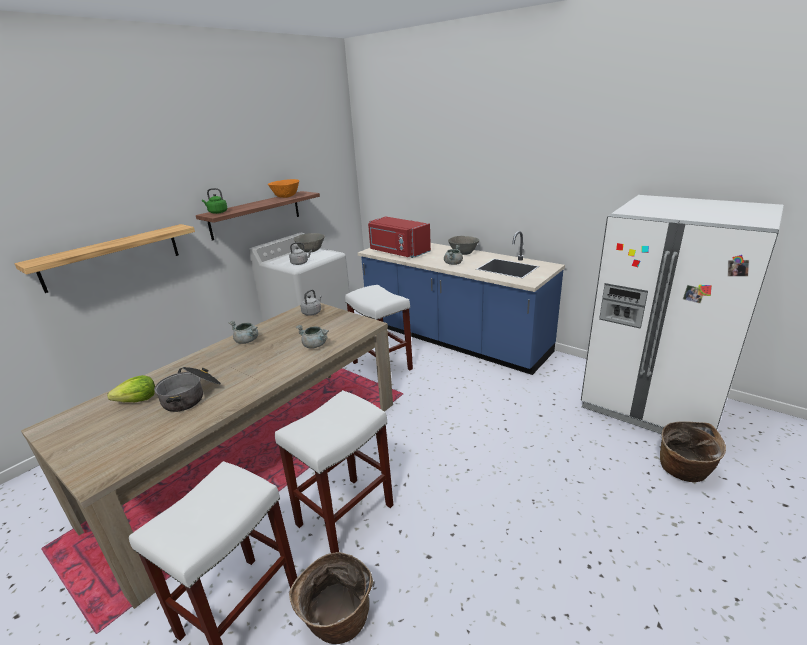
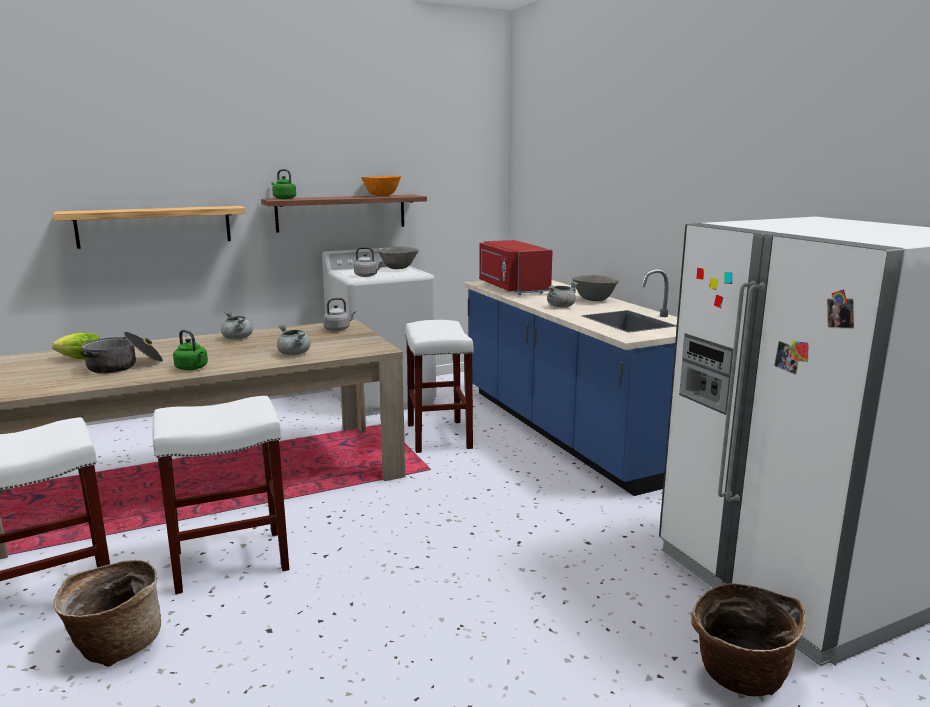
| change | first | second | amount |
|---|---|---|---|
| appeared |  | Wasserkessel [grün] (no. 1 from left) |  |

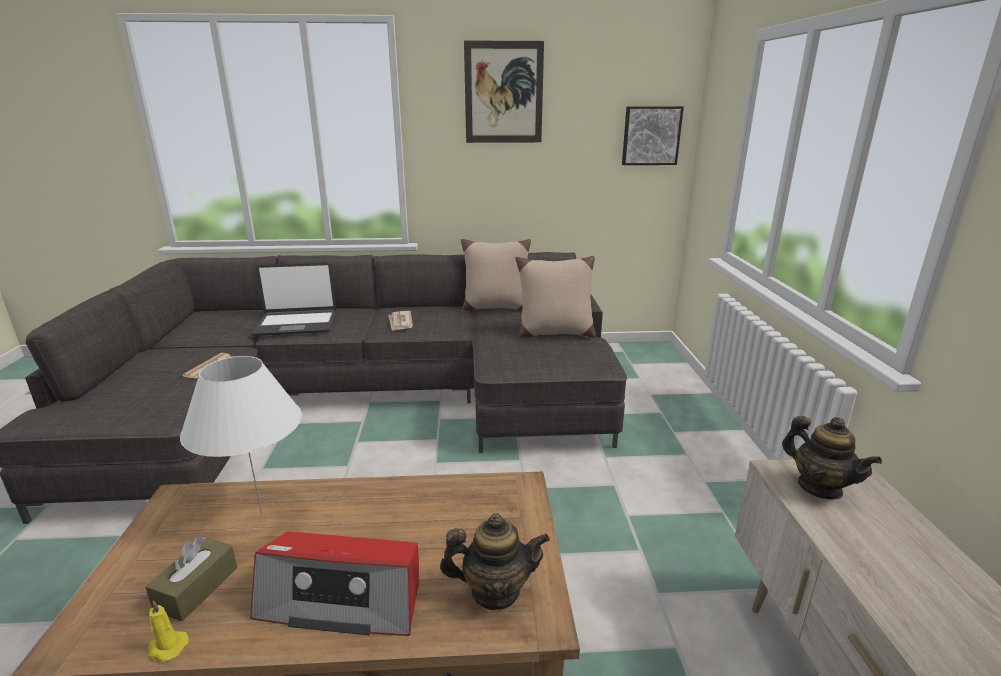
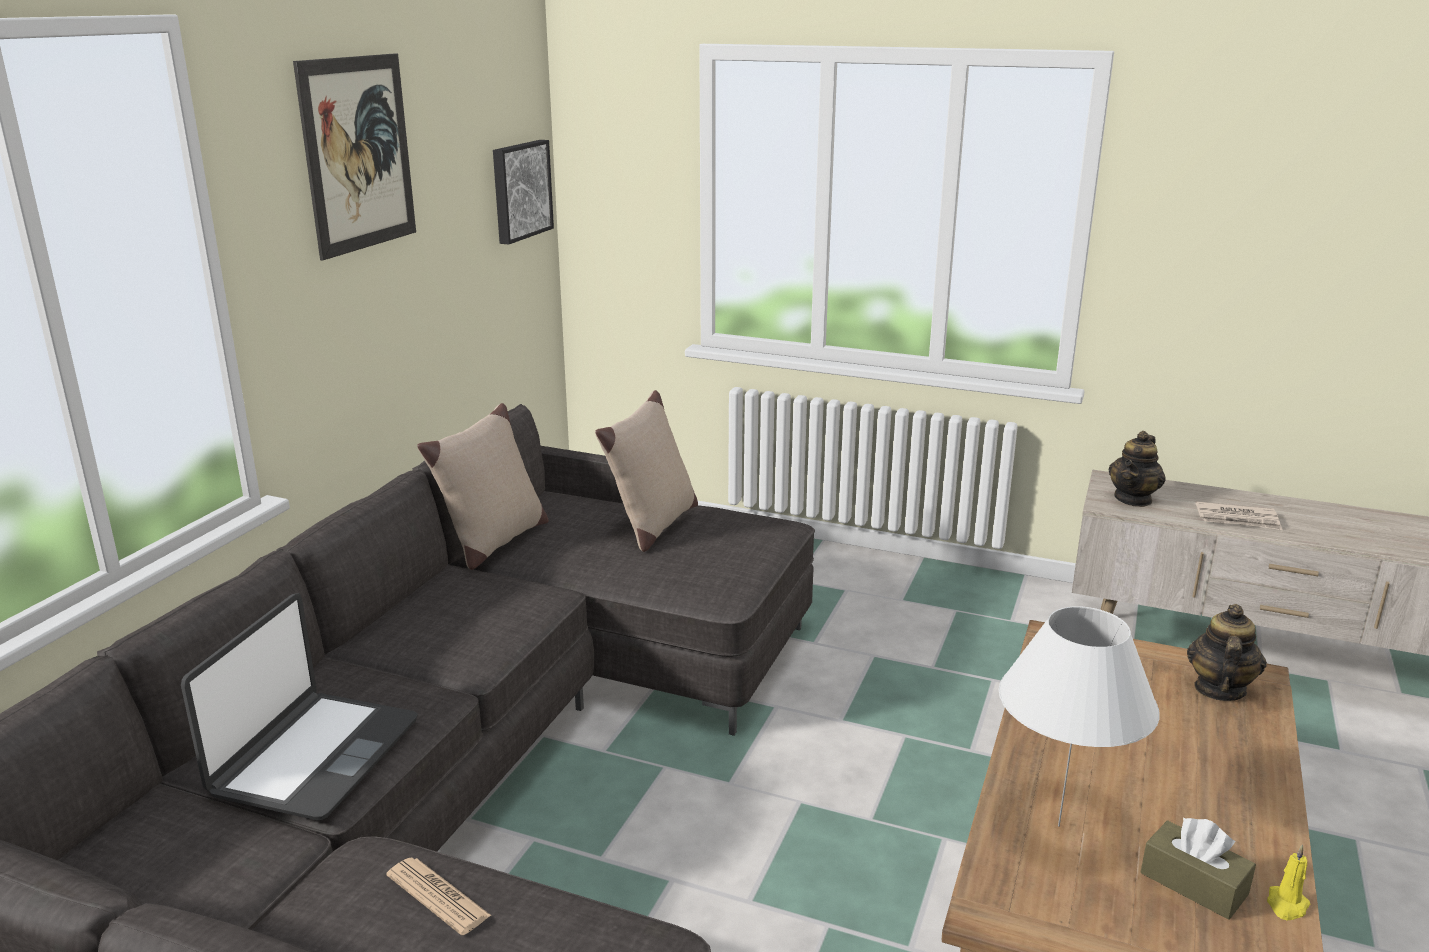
| change | first | second | amount |
|---|---|---|---|
| missing | Radio |  |  |
| relocated | Zeitung (no. 2 from left) |  |  |
| spun | Teekanne (no. 2 from left in the first image) | Teekanne (no. 1 from left) | 135 degrees clockwise |

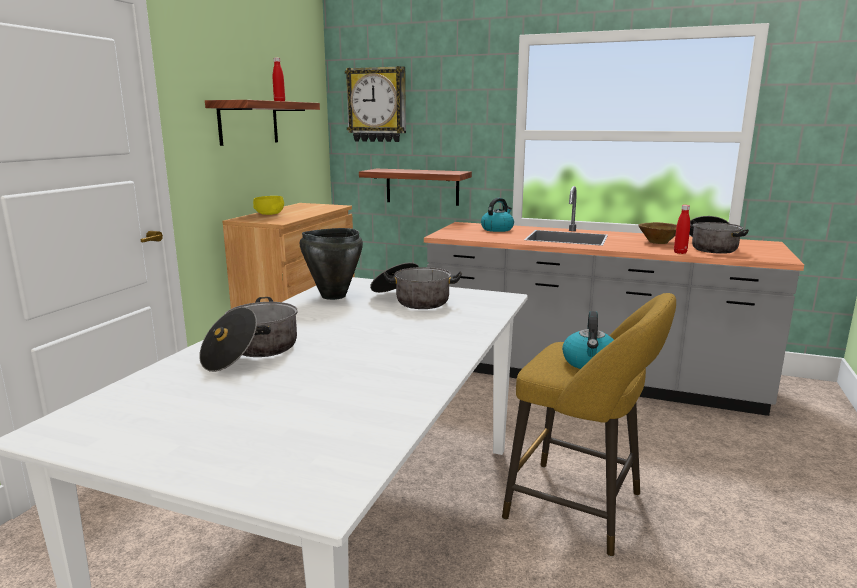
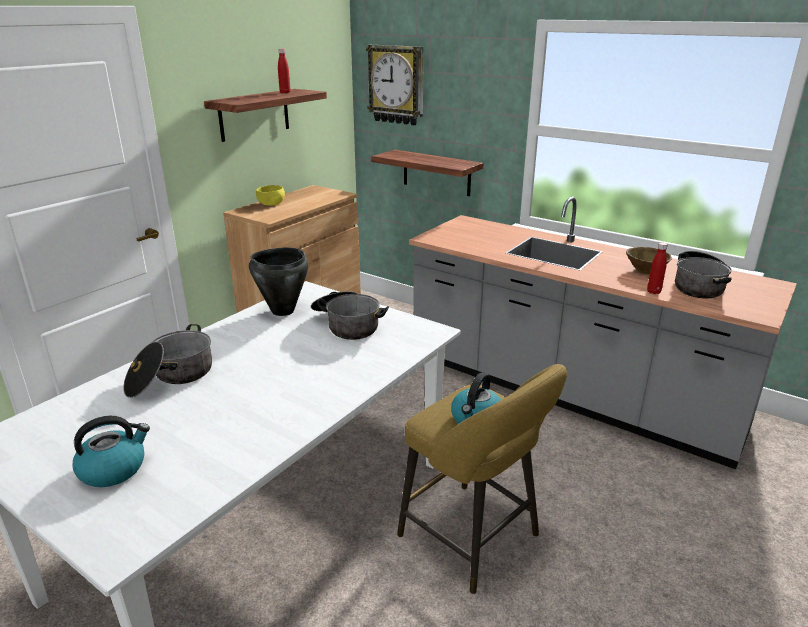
| change | first | second | amount |
|---|---|---|---|
| relocated | Wasserkessel (no. 1 from left) |  |  |

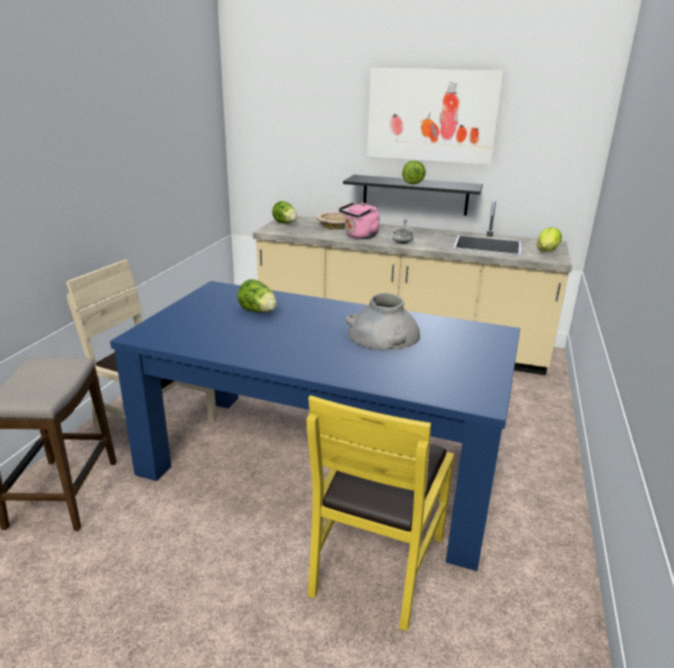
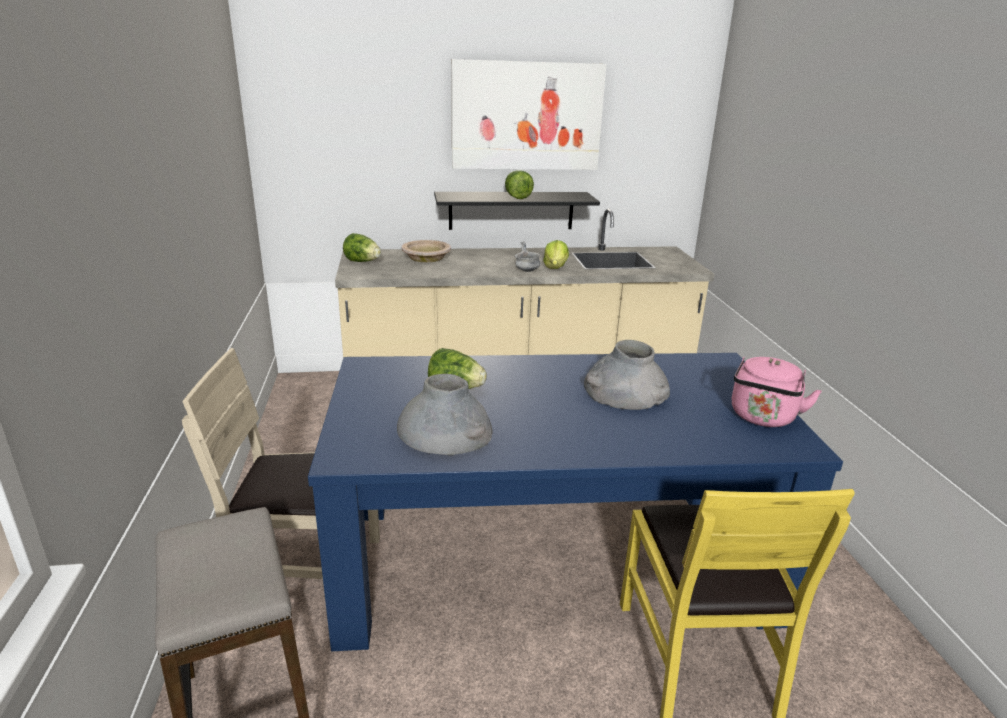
| change | first | second | amount |
|---|---|---|---|
| appeared |  | Vase [grau] (no. 1 from left) |  |
| relocated | Wasserkessel [rosa] |  |  |
| relocated | Salatkopf (no. 4 from left) |  |  |

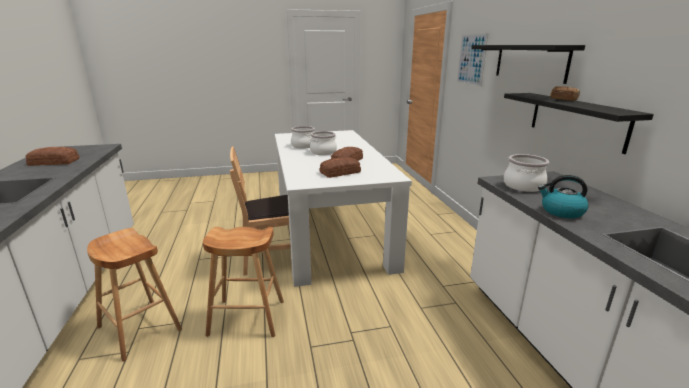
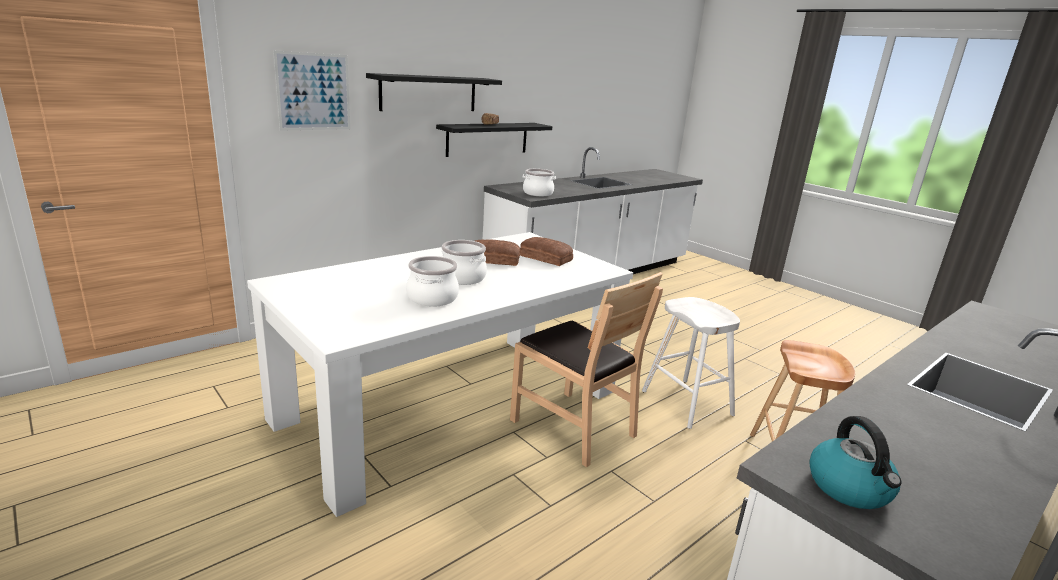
| change | first | second | amount |
|---|---|---|---|
| missing | Brot (no. 1 from left) |  |  |
| relocated | Wasserkessel |  |  |
| colour | Hocker [braun] (no. 2 from left) | Hocker [weiß] |  |

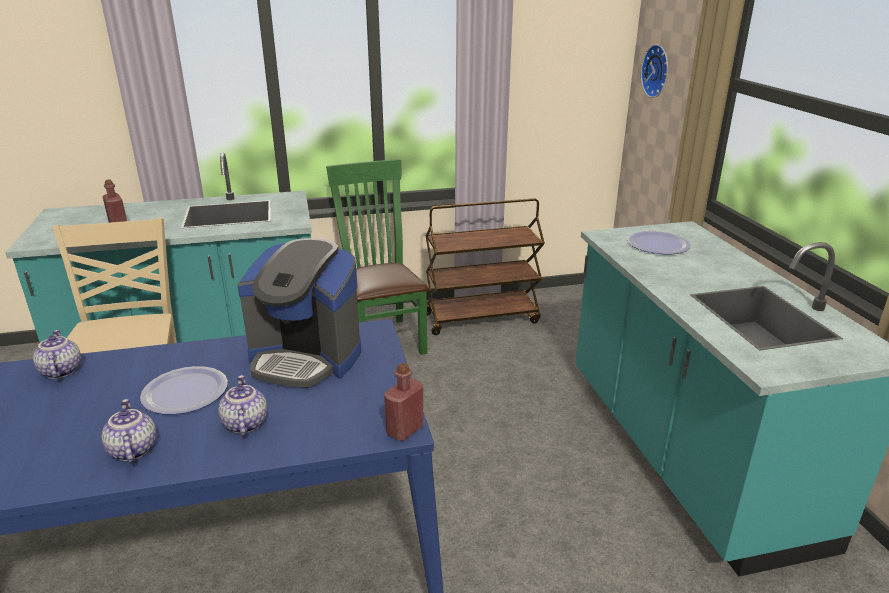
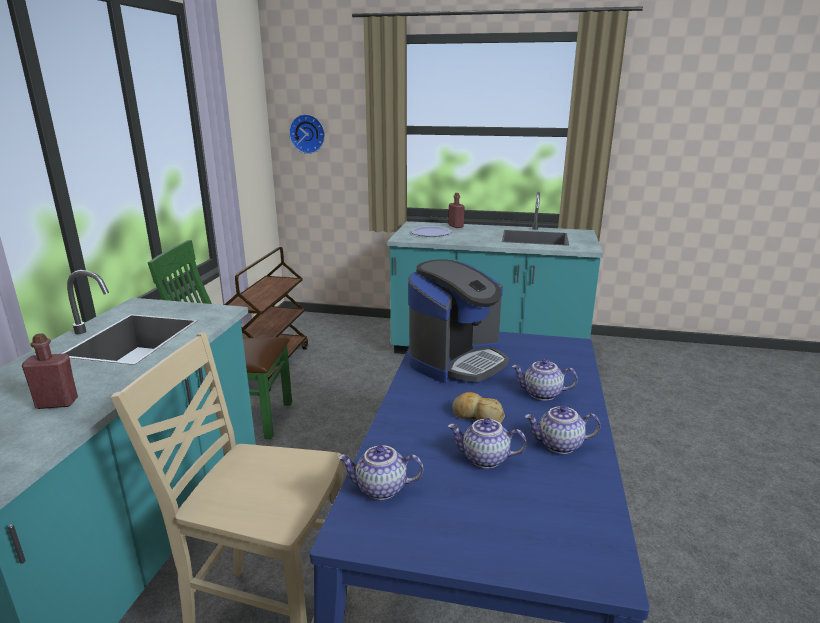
| change | first | second | amount |
|---|---|---|---|
| appeared |  | Teekanne (no. 2 from left) |  |
| relocated | Flasche [rot] (no. 2 from left) |  |  |
| exchanged | Teller (no. 1 from left) | Brot |  |

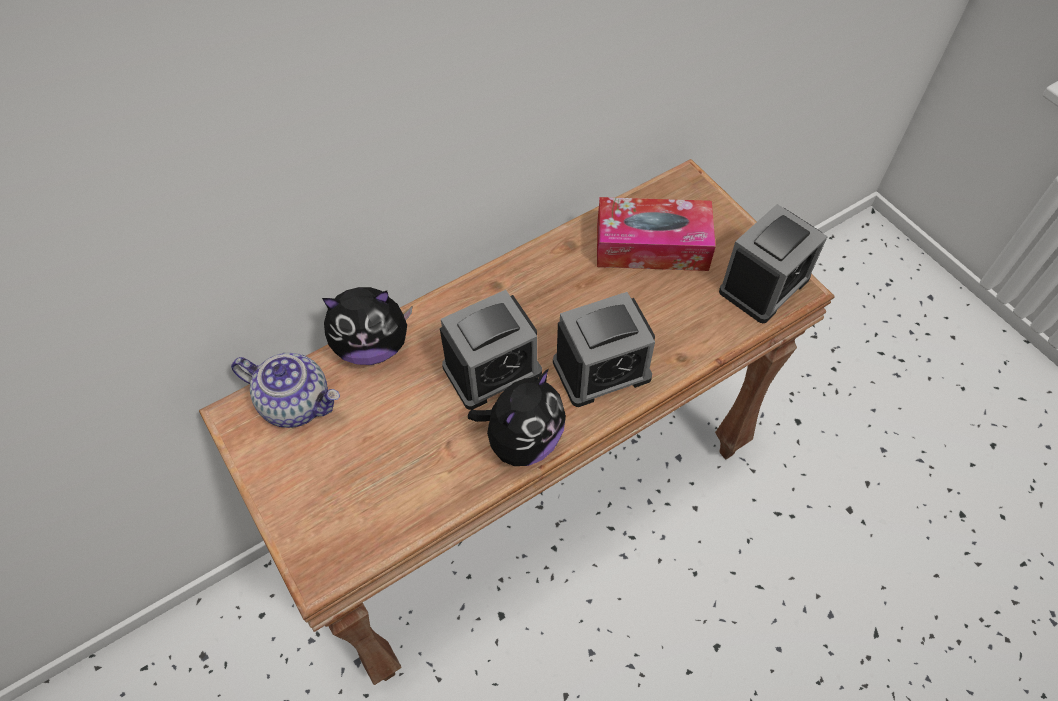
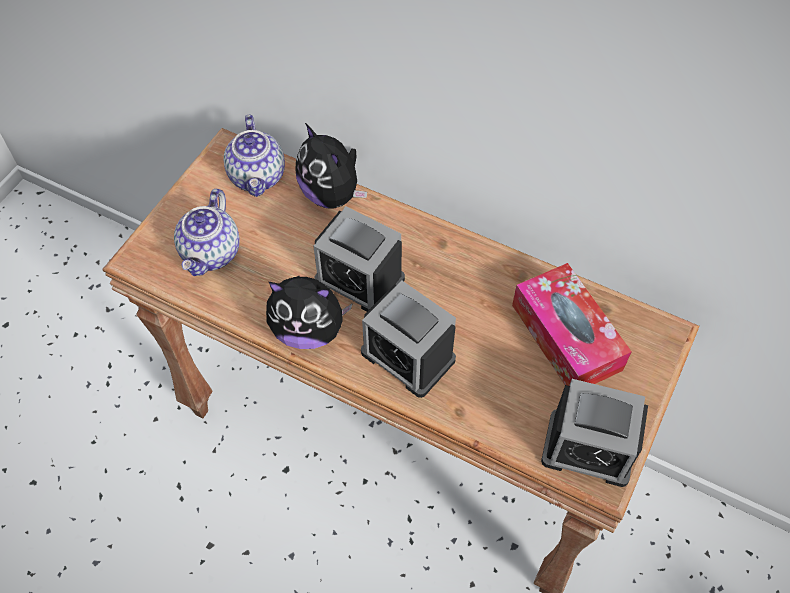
| change | first | second | amount |
|---|---|---|---|
| appeared |  | Teekanne (no. 1 from left) |  |

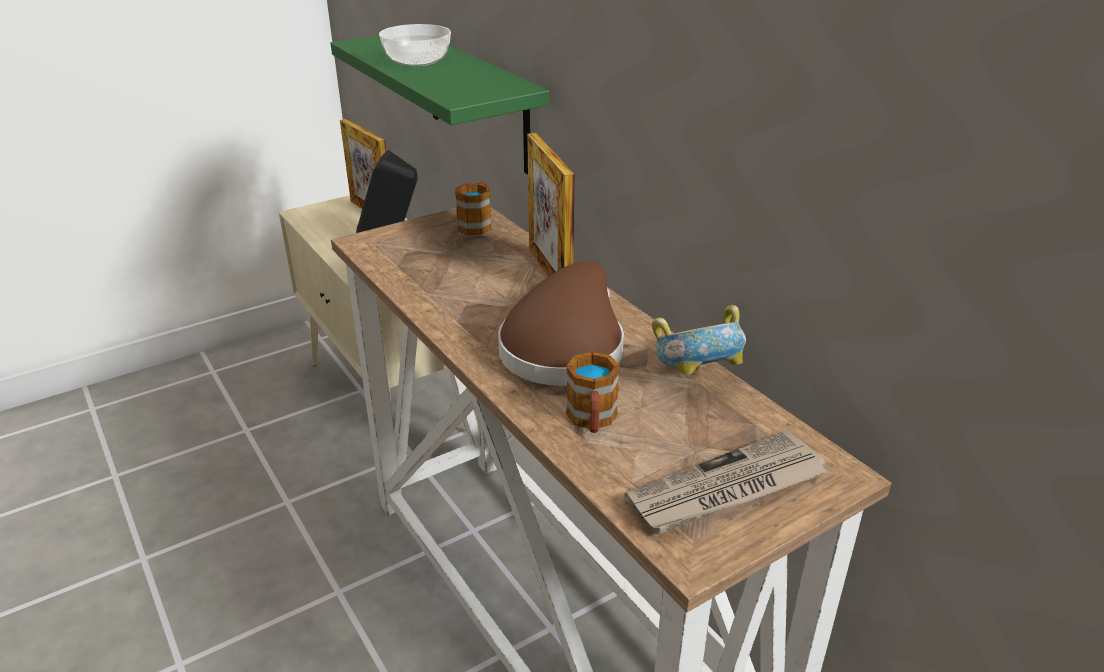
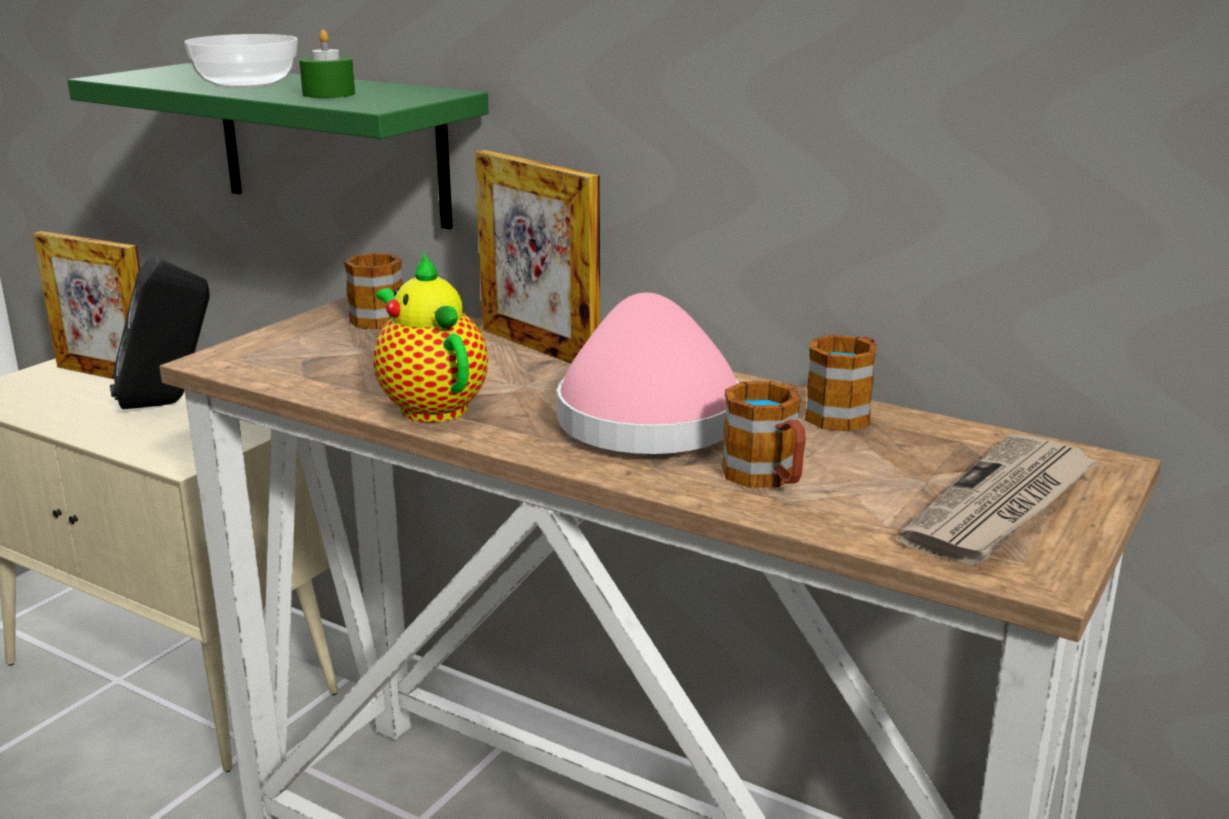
| change | first | second | amount |
|---|---|---|---|
| appeared |  | Kerze [grün] |  |
| appeared |  | Teekanne |  |
| exchanged | Schüssel (no. 2 from left) | Henkelbecher (no. 3 from left) |  |
| colour | Hut [braun] | Hut [rosa] |  |

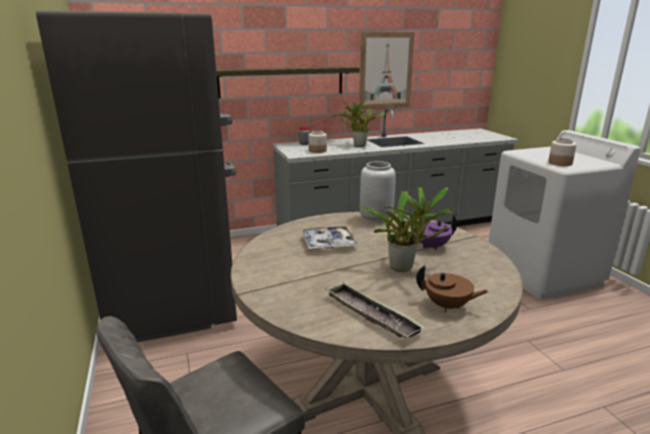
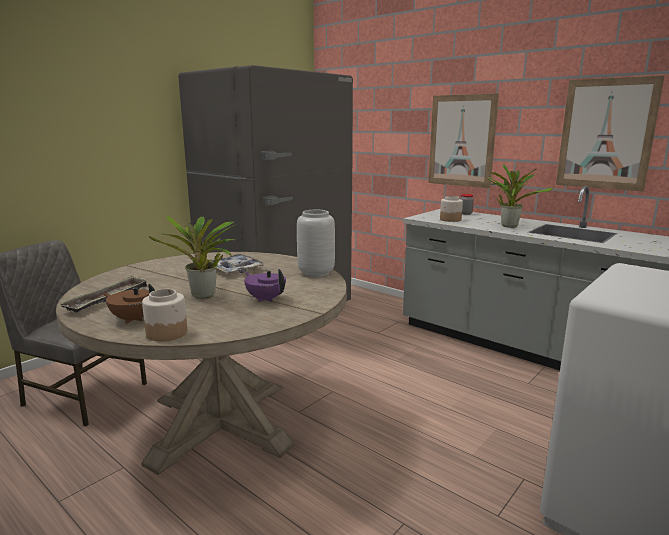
| change | first | second | amount |
|---|---|---|---|
| relocated | Vorratsglas (no. 3 from left in the first image) | Vorratsglas (no. 1 from left) |  |
| exchanged | Wandregal | Bild (no. 1 from left) |  |
| spun | Teekanne [braun] |  | 120 degrees clockwise |

